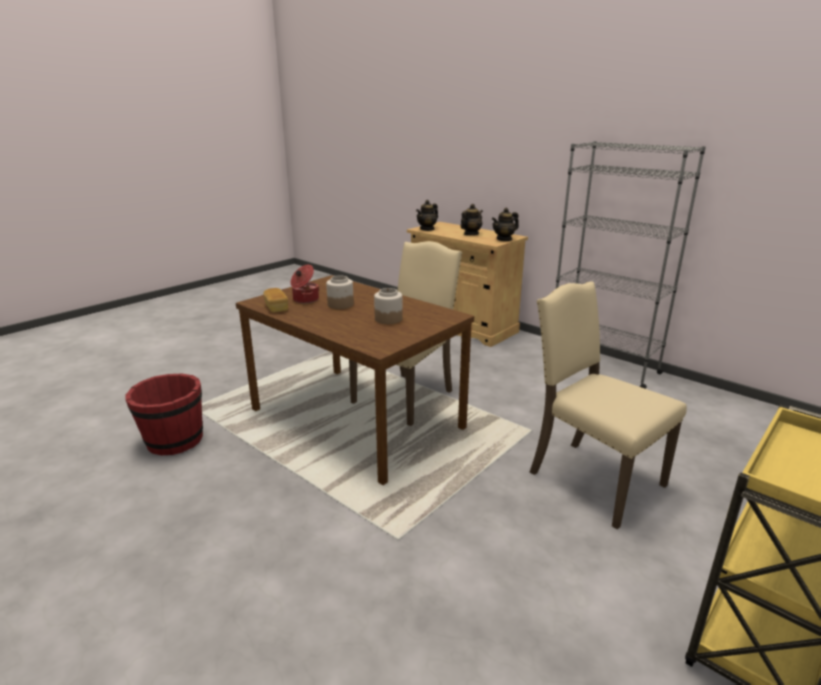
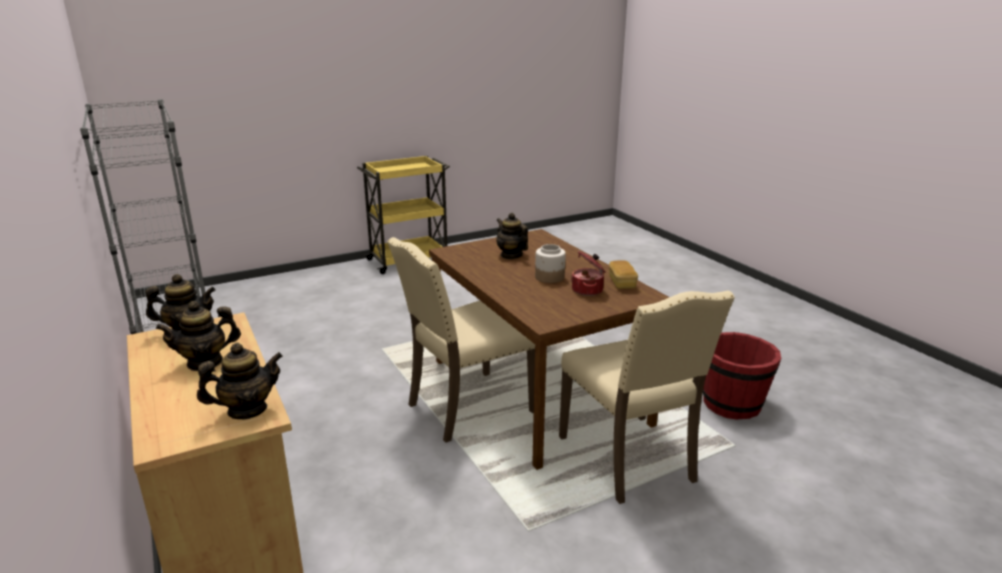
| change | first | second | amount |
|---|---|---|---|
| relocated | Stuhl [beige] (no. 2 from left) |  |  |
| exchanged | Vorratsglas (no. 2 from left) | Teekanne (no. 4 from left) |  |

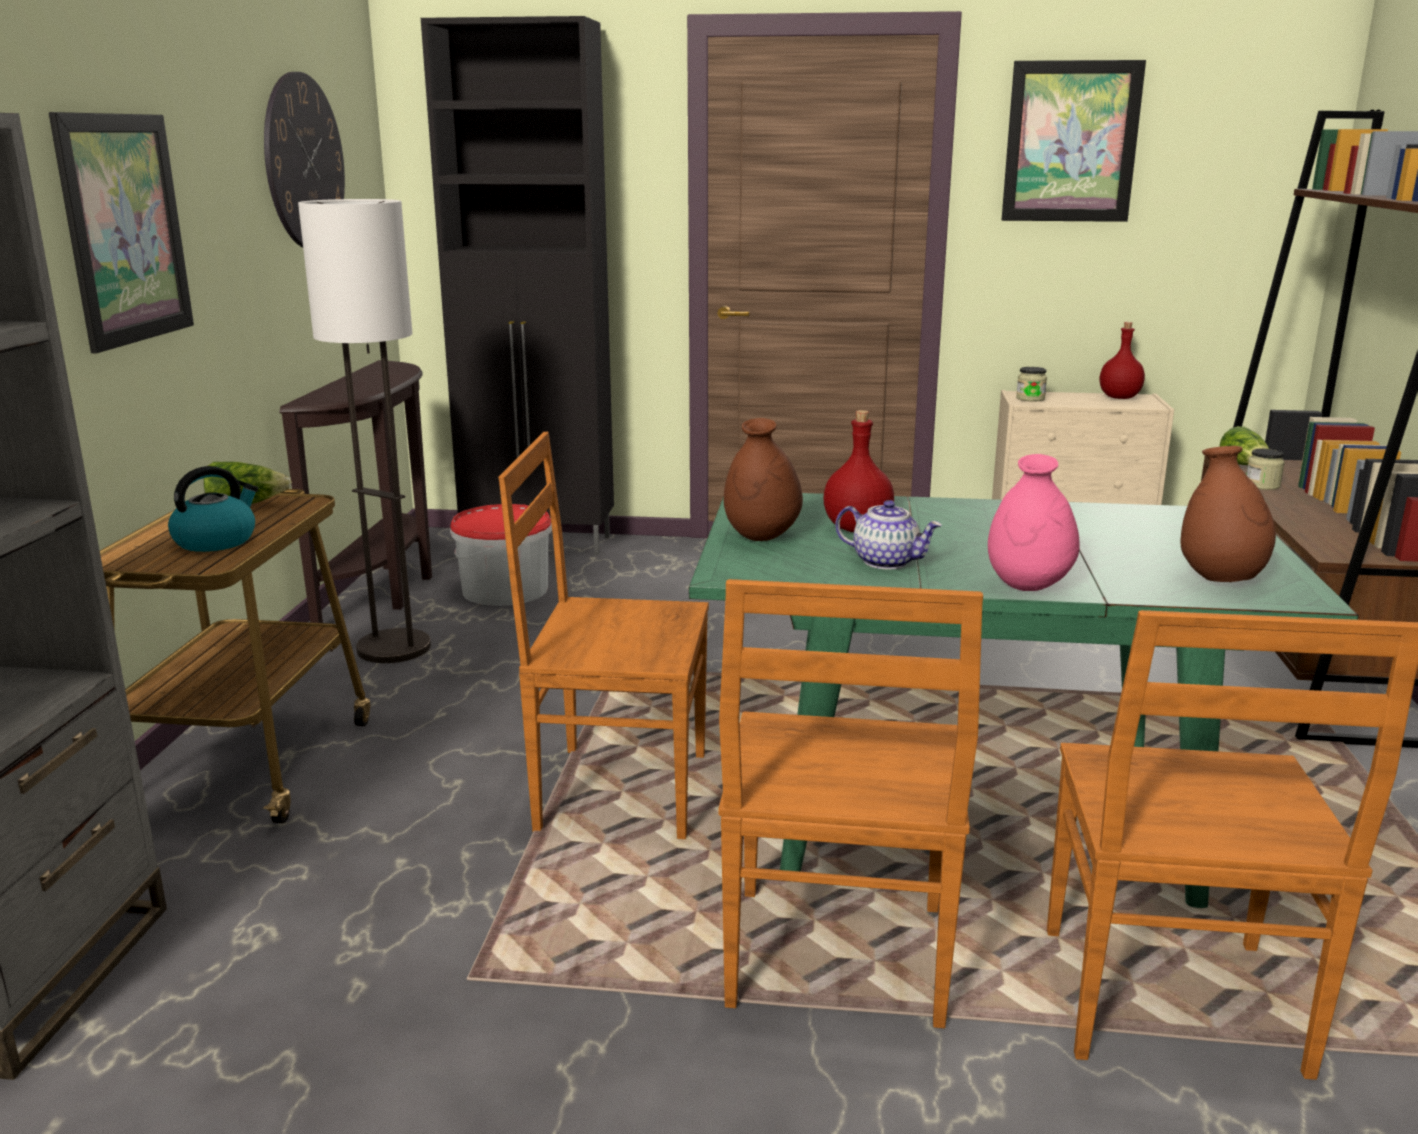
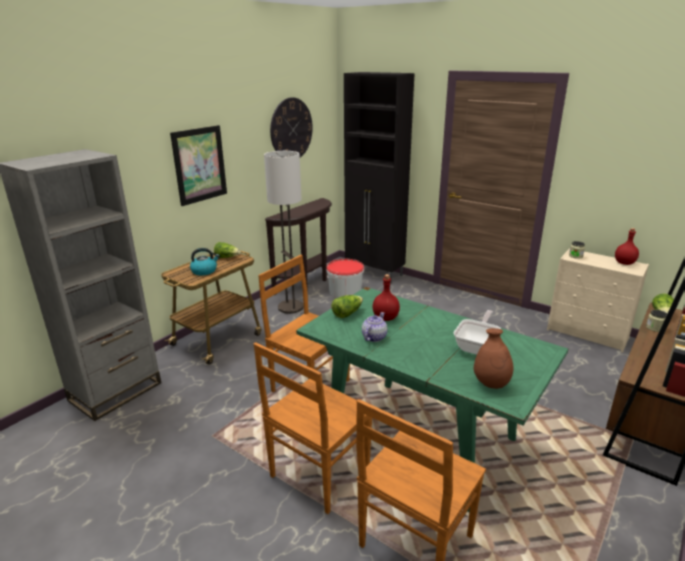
| change | first | second | amount |
|---|---|---|---|
| missing | Vase [rosa] |  |  |
| missing | Bild (no. 2 from left) |  |  |
| appeared |  | Pfanne |  |
| exchanged | Vase [braun] (no. 1 from left) | Salatkopf (no. 2 from left) |  |
| spun | Teekanne |  | 120 degrees counterclockwise |

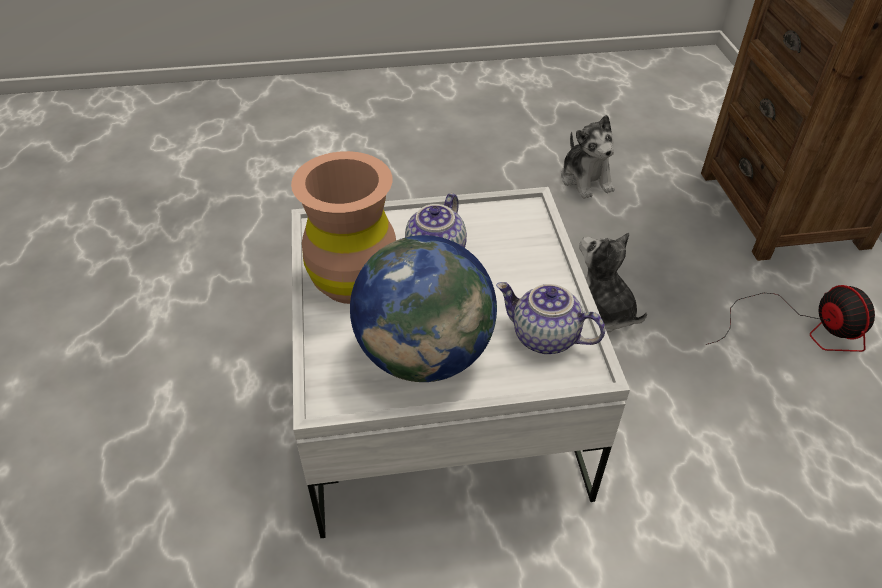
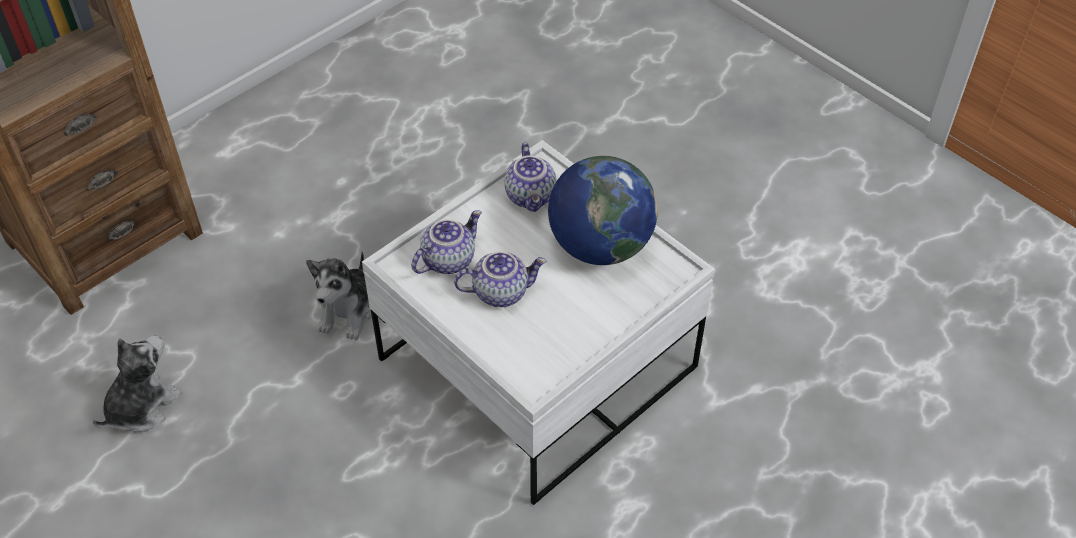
| change | first | second | amount |
|---|---|---|---|
| missing | Vase [braun] |  |  |
| missing | Ventilator |  |  |
| appeared |  | Teekanne (no. 1 from left) |  |

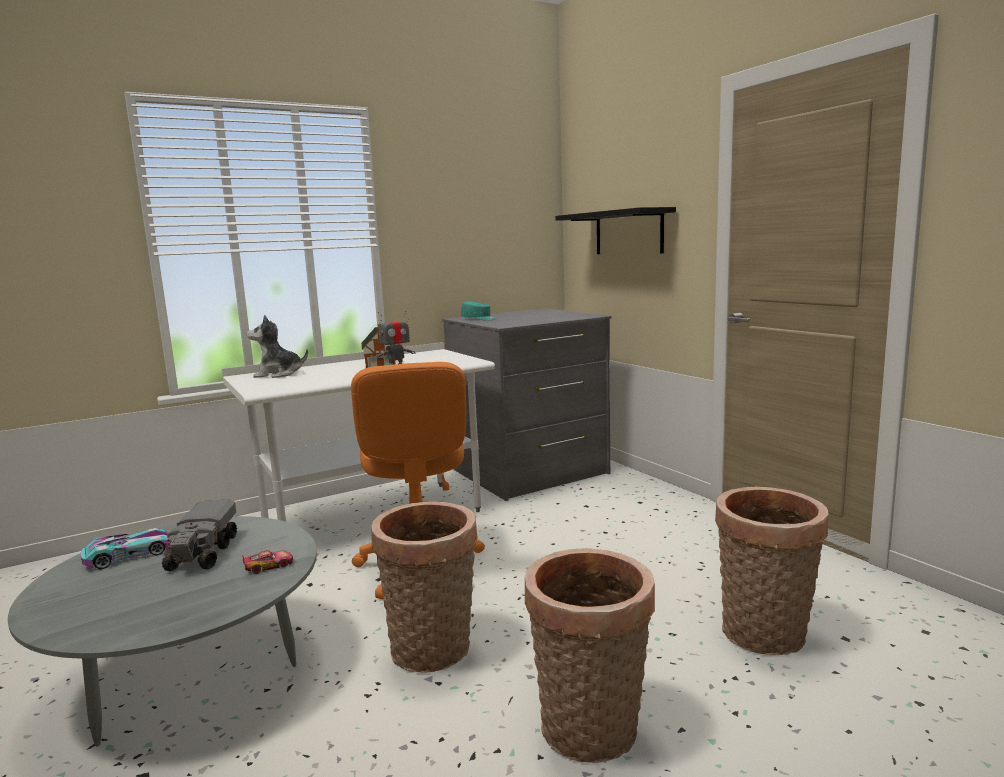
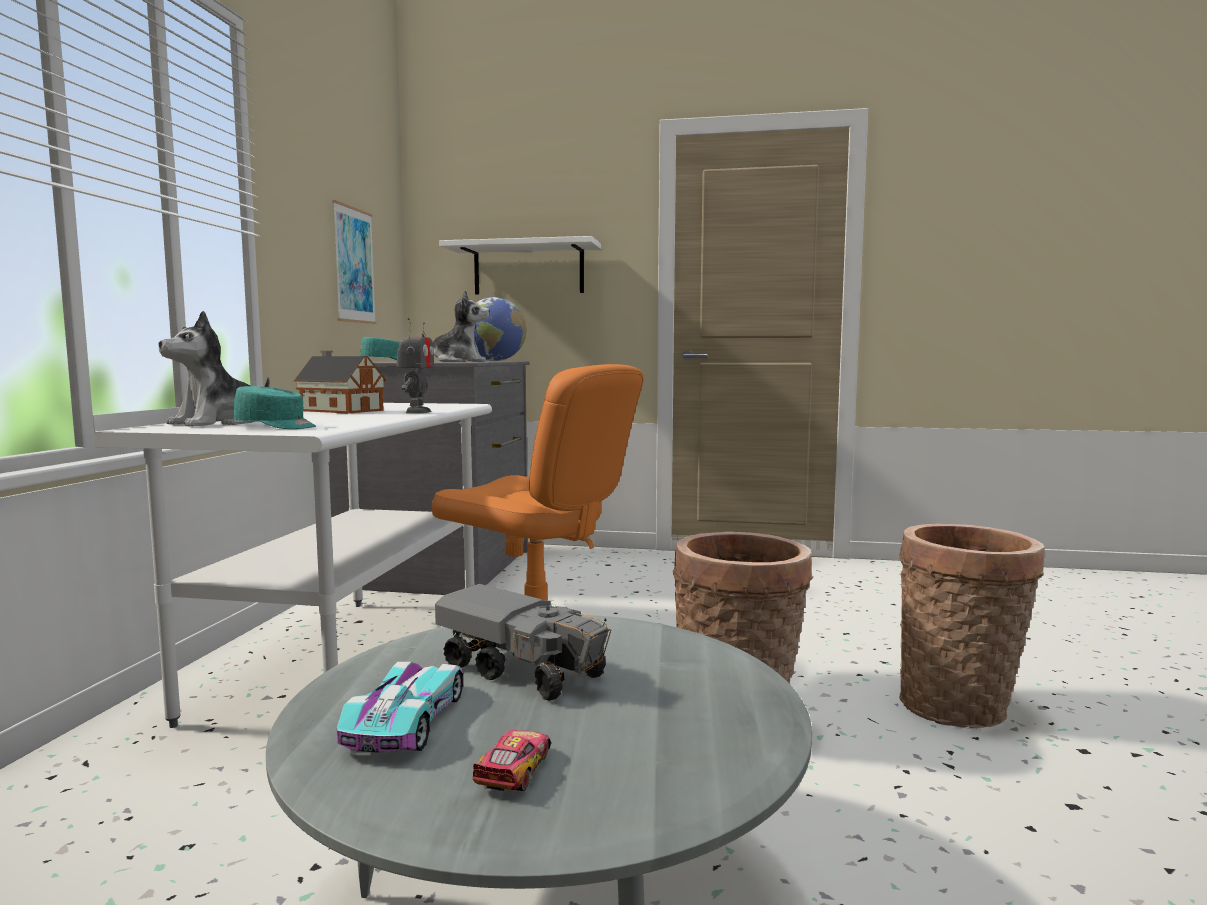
| change | first | second | amount |
|---|---|---|---|
| missing | Korb (no. 3 from left) |  |  |
| appeared |  | Kappe [türkis] (no. 1 from left) |  |
| appeared |  | Bild |  |
| appeared |  | Plüschtier (no. 2 from left) |  |
| appeared |  | Globus |  |
| relocated | Spielzeugauto (no. 2 from left) |  |  |
| colour | Wandregal [schwarz] | Wandregal [weiß] |  |

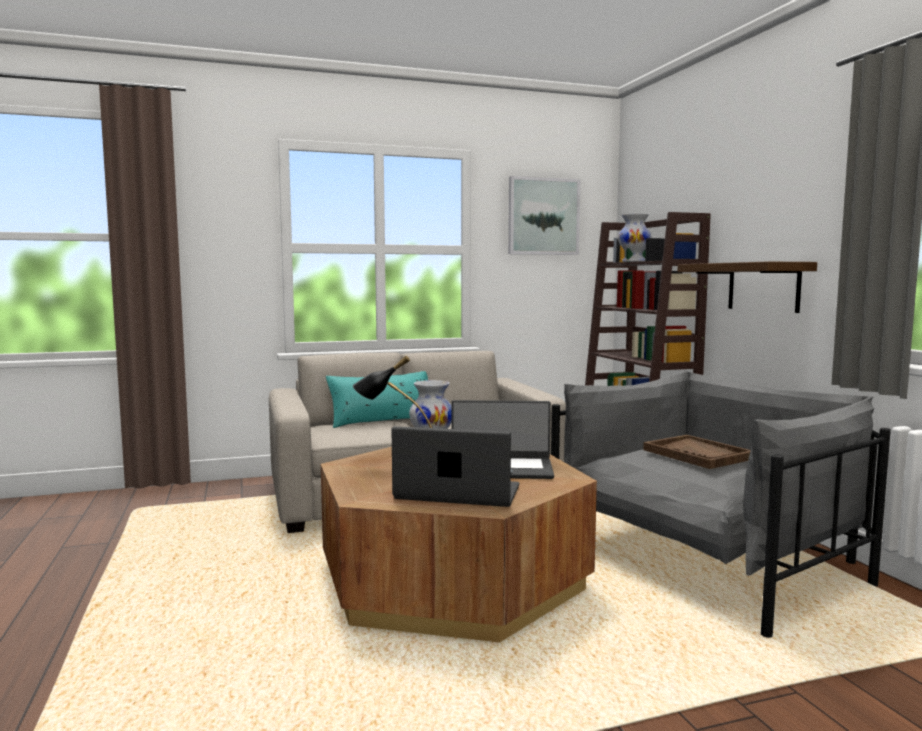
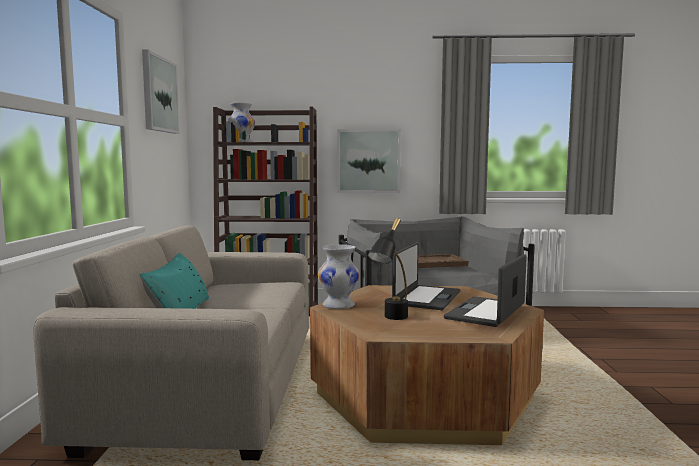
| change | first | second | amount |
|---|---|---|---|
| exchanged | Wandregal | Bild (no. 2 from left) |  |

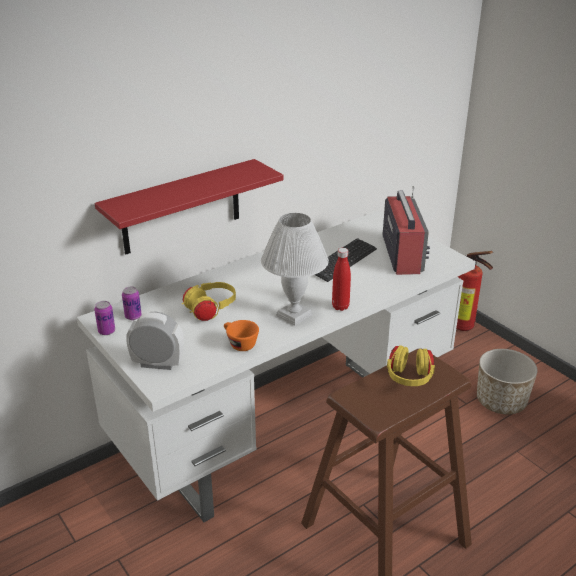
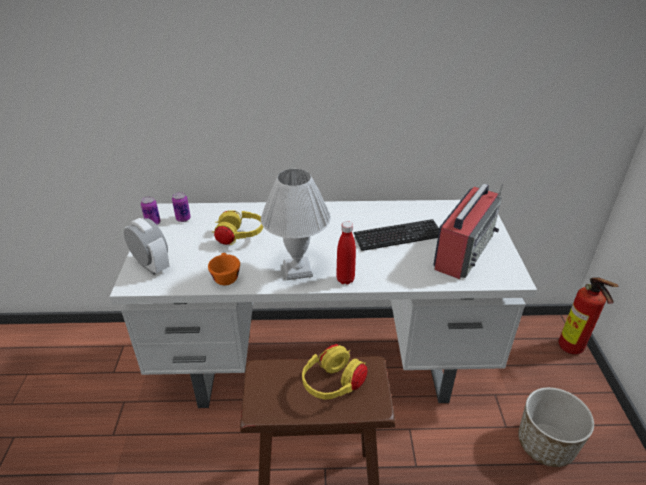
| change | first | second | amount |
|---|---|---|---|
| missing | Wandregal [rot] |  |  |

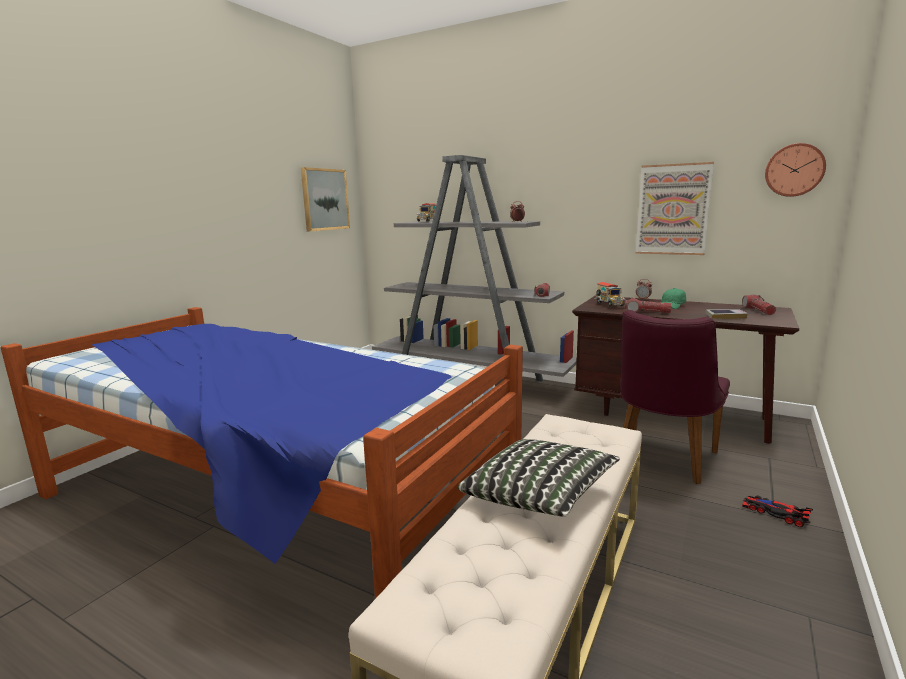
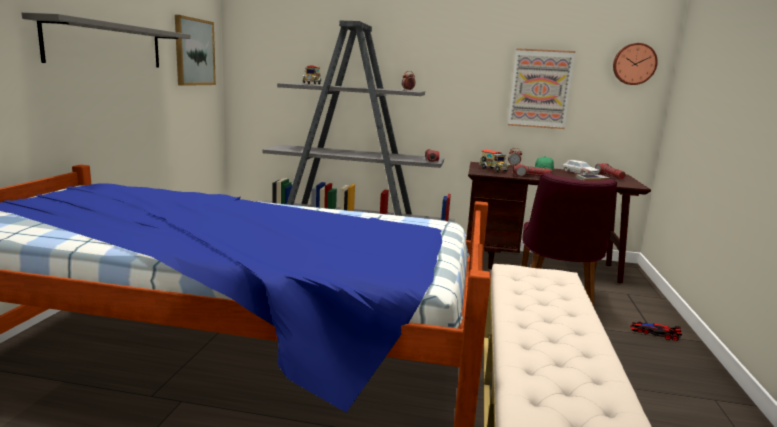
| change | first | second | amount |
|---|---|---|---|
| missing | Kissen |  |  |
| appeared |  | Wandregal [grau] |  |
| appeared |  | Spielzeugauto (no. 1 from left) |  |

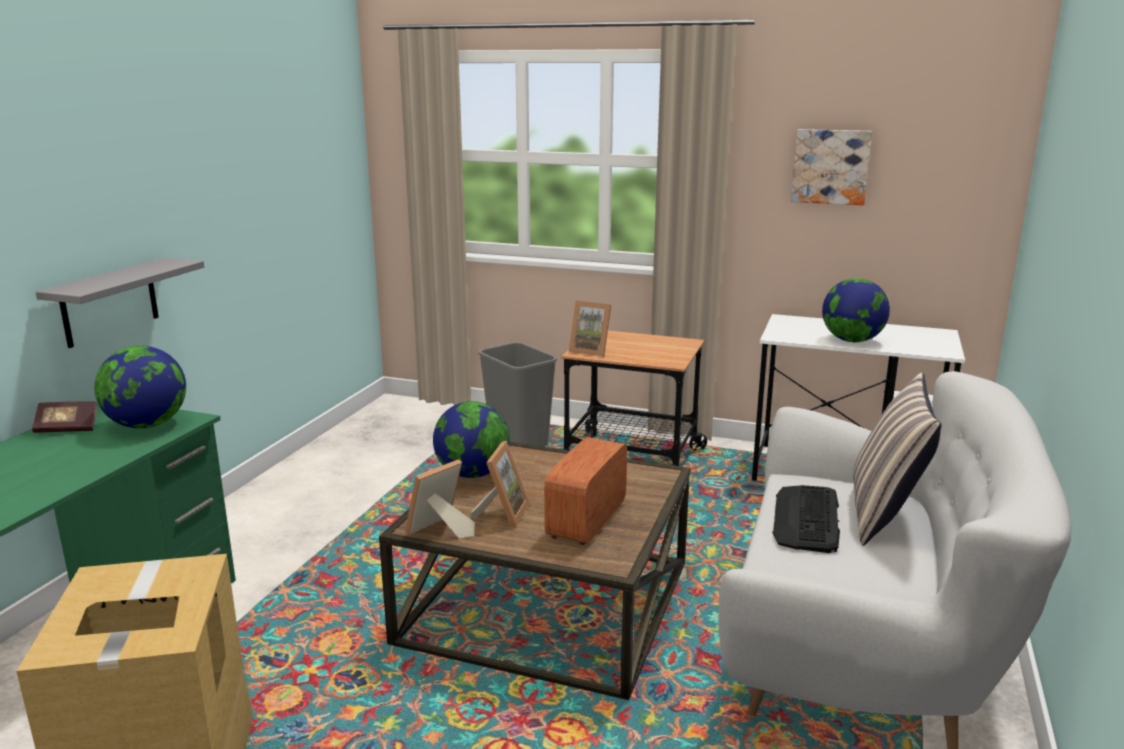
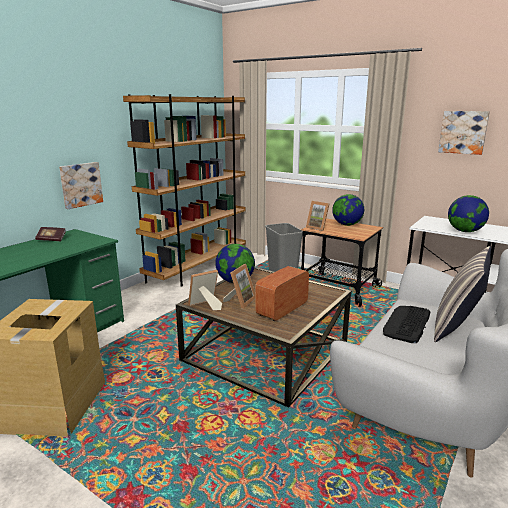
| change | first | second | amount |
|---|---|---|---|
| appeared |  | Bücherregal [braun] |  |
| relocated | Globus (no. 1 from left in the first image) | Globus (no. 2 from left) |  |
| exchanged | Wandregal [grau] | Bild (no. 1 from left) |  |

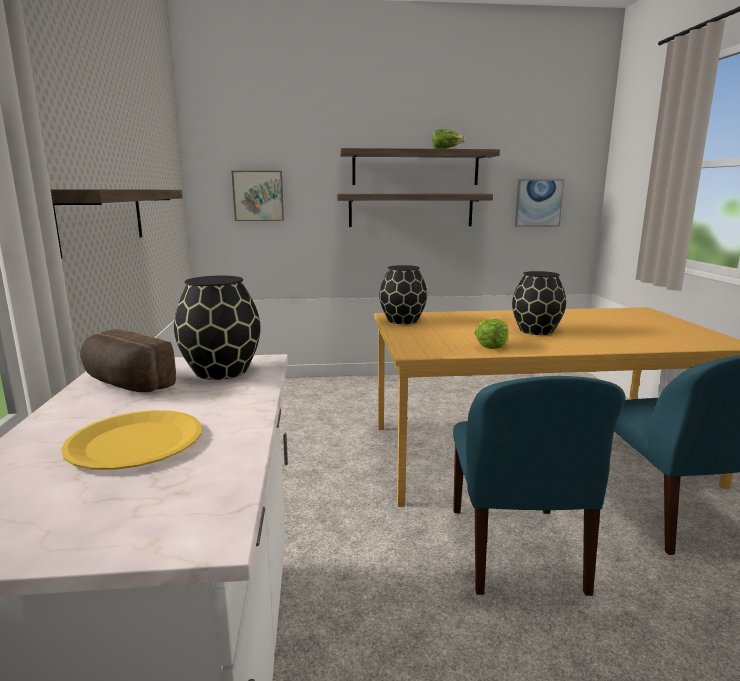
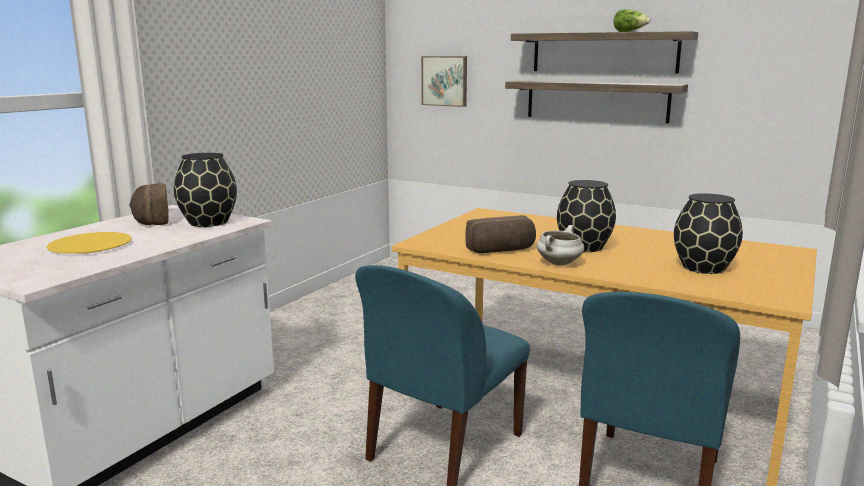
| change | first | second | amount |
|---|---|---|---|
| missing | Wandregal (no. 1 from left) |  |  |
| missing | Bild (no. 2 from left) |  |  |
| appeared |  | Kochtopf [weiß] |  |
| relocated | Vase [schwarz] (no. 2 from left in the first image) | Vase [schwarz] (no. 3 from left) |  |
| exchanged | Salatkopf (no. 2 from left) | Brot (no. 2 from left) |  |

